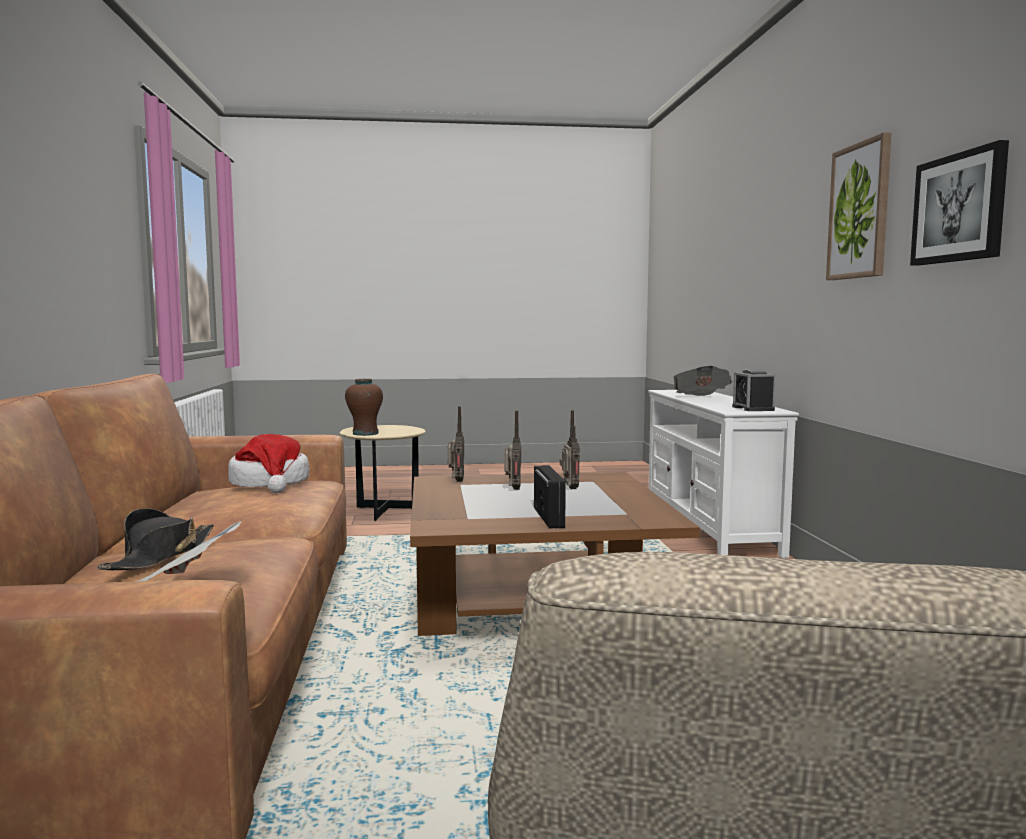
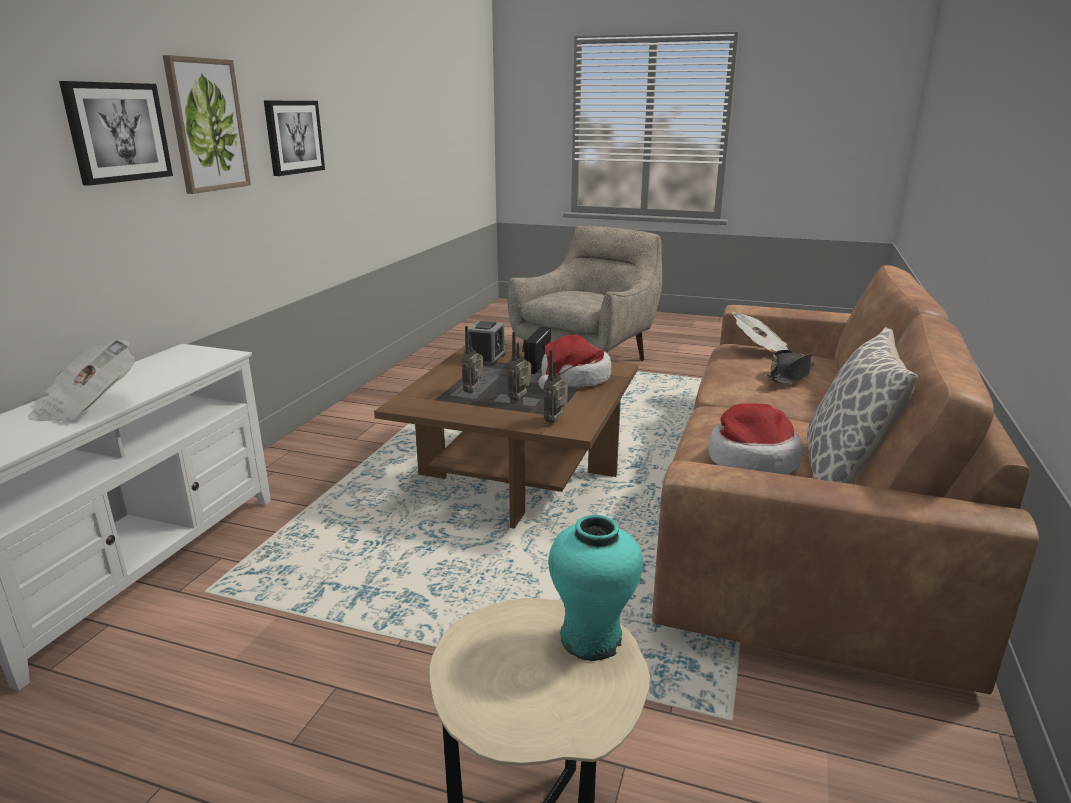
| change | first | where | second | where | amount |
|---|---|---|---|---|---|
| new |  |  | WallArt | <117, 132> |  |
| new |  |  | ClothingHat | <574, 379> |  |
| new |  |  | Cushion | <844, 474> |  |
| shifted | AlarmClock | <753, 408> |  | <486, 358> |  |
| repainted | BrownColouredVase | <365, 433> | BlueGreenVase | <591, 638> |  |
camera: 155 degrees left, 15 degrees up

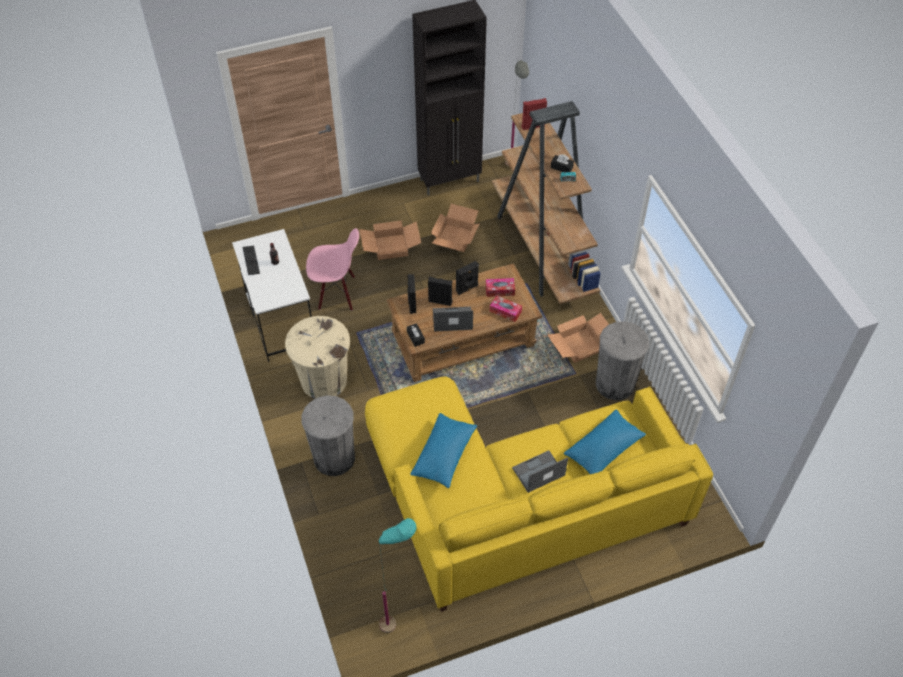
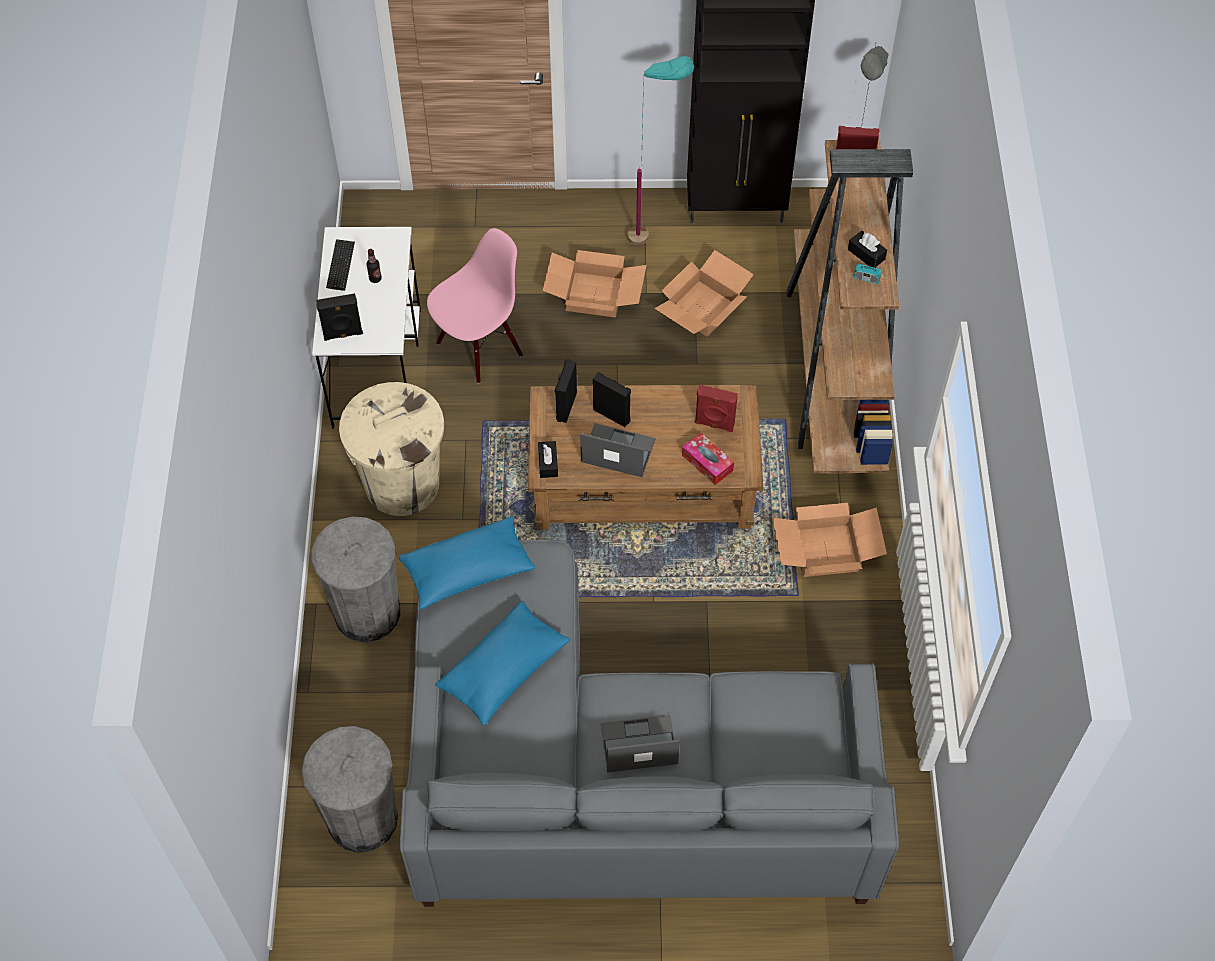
| change | first | where | second | where | amount |
|---|---|---|---|---|---|
| shifted | BlueGreenFloorLamp | <400, 619> |  | <655, 237> |  |
| shifted | BlackishLoudspeaker | <467, 289> |  | <343, 334> |  |
| shifted | BlueColouredCushion | <603, 449> |  | <468, 571> |  |
| shifted | GrayTrashCan | <615, 384> |  | <362, 819> |  |
| swapped | BoxOfTissues | <500, 290> | RedColouredLoudspeaker | <714, 424> |  |
| repainted | YellowSofa | <516, 502> | GraySofa | <612, 775> |  |
| rotated | PinkPlainChair | <337, 293> |  | <479, 348> | 60 degrees counterclockwise |
camera: 20 degrees right, 5 degrees up

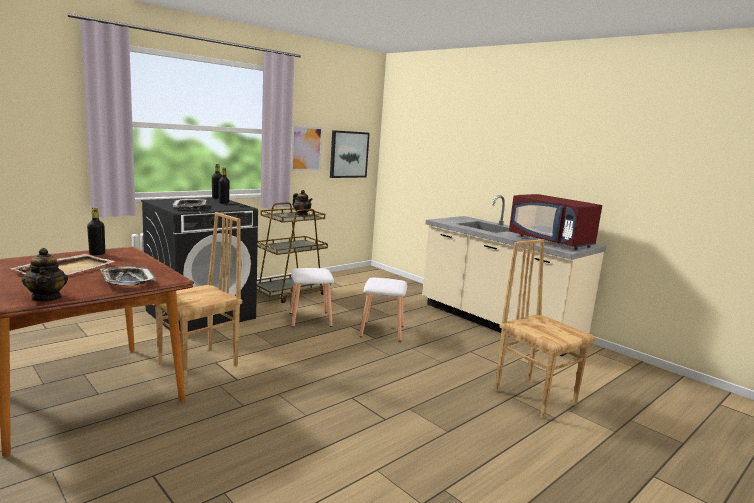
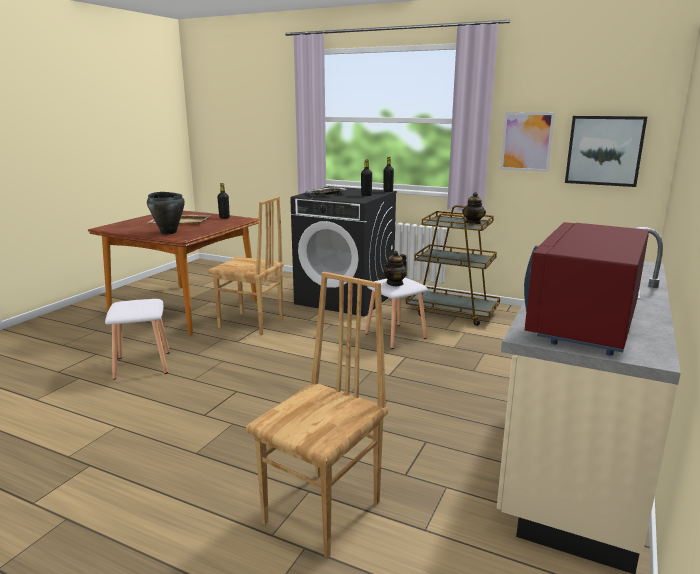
| change | first | where | second | where | amount |
|---|---|---|---|---|---|
| shifted | Teapot | <47, 297> |  | <395, 283> |  |
| shifted | WhiteColouredStool | <383, 331> |  | <143, 365> |  |
| swapped | CarryingTray | <127, 280> | BlackishCookingPot | <169, 232> |  |
camera: 70 degrees right, 5 degrees up

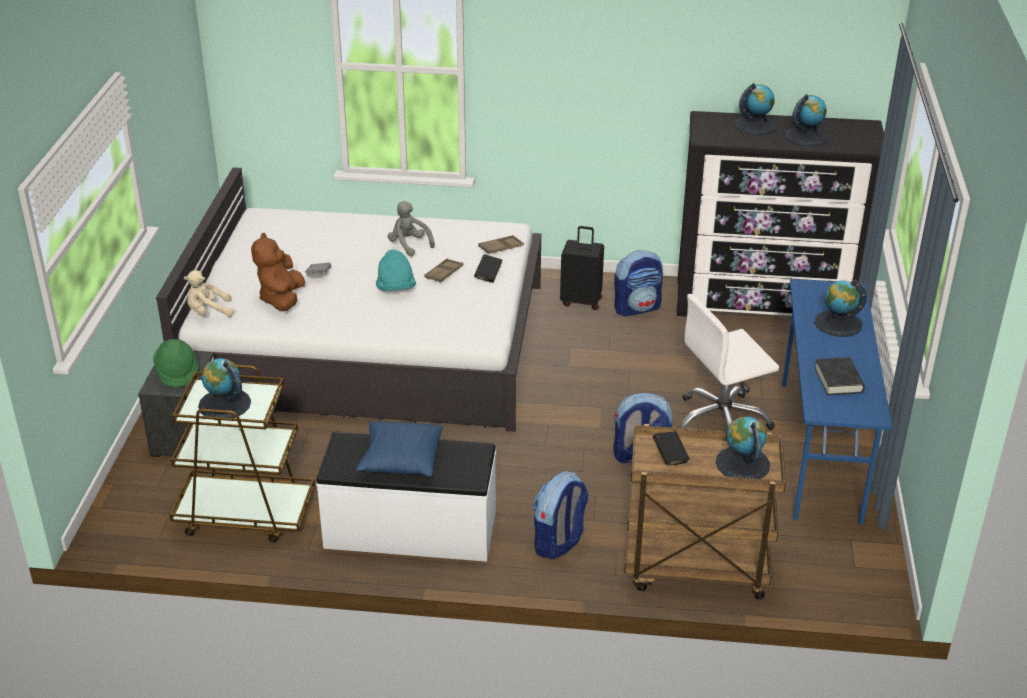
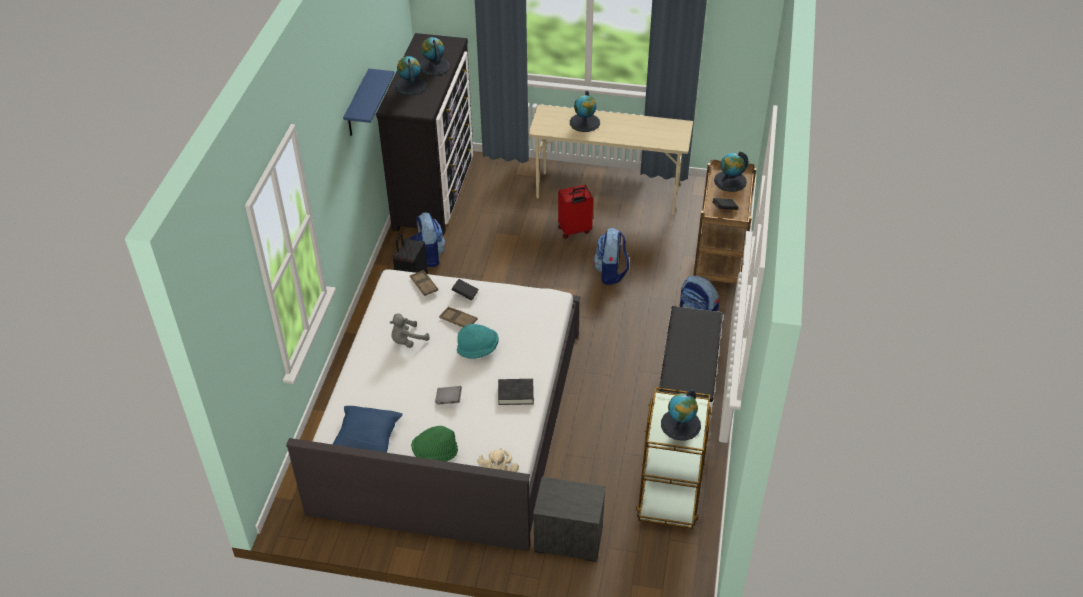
| change | first | where | second | where | amount |
|---|---|---|---|---|---|
| gone | BrownColouredSoftToy | <282, 299> |  |  |  |
| new |  |  | BlueColouredShelf | <357, 105> |  |
| shifted | GreenishClothingHat | <177, 372> |  | <435, 453> |  |
| shifted | BlueColouredCushion | <400, 459> |  | <367, 438> |  |
| shifted | BlackishBook | <838, 380> |  | <516, 394> |  |
| swapped | WhiteColouredOfficeChair | <721, 421> | RedColouredTravelCase | <574, 231> |  |
| repainted | BlueColouredDesk | <820, 451> | SandColouredDesk | <608, 192> |  |
camera: 85 degrees left, 10 degrees up

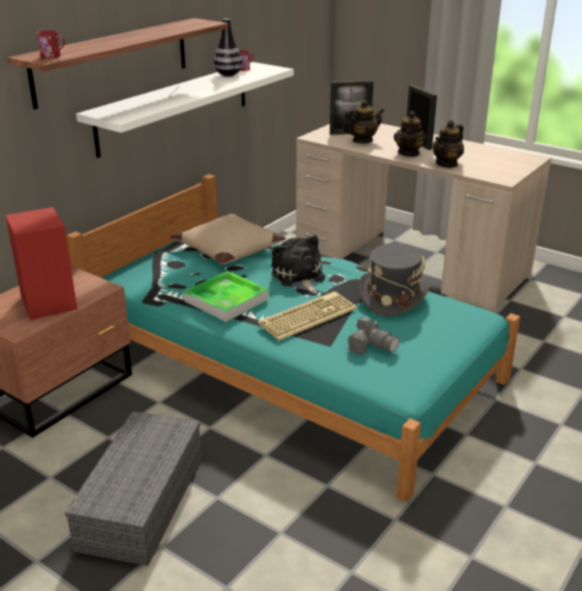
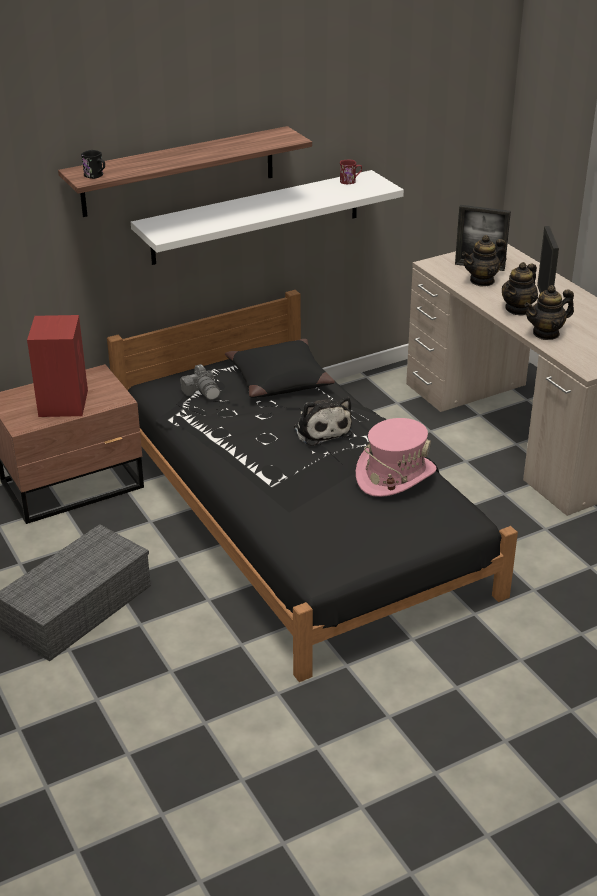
| change | first | where | second | where | amount |
|---|---|---|---|---|---|
| gone | CarryingTray | <226, 300> |  |  |  |
| gone | Vase | <228, 75> |  |  |  |
| gone | PcKeyboard | <307, 316> |  |  |  |
| shifted | PhotoCamera | <372, 346> |  | <202, 391> |  |
| repainted | RedColouredCoffeeMug | <54, 56> | BlackishCoffeeMug | <96, 176> |  |
| repainted | BlueGreenBedroomBed | <289, 363> | BlackishBedroomBed | <297, 516> |  |
| repainted | SandColouredCushion | <228, 249> | BlackishCushion | <278, 379> |  |
| repainted | GrayClothingHat | <393, 296> | PinkClothingHat | <395, 475> |  |
| rotated | SoftToy | <299, 277> |  | <321, 430> | 150 degrees clockwise |
| rotated | Teapot | <362, 141> |  | <482, 281> | 150 degrees clockwise |
camera: 25 degrees right, 5 degrees up

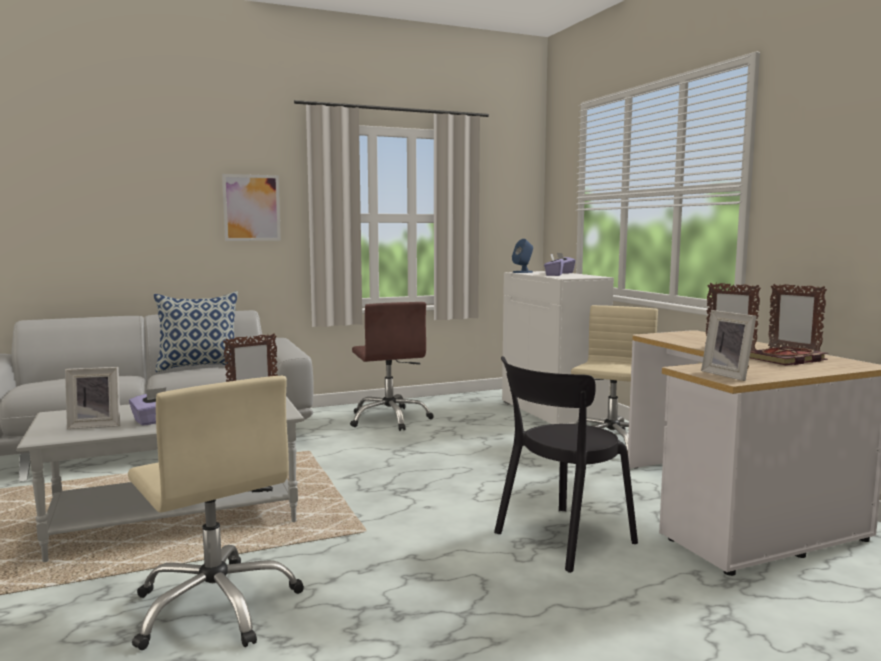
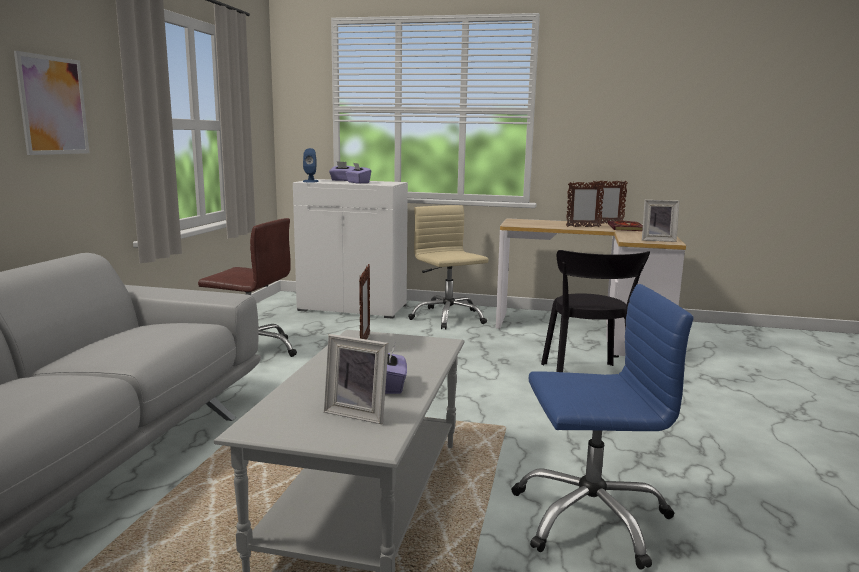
| change | first | where | second | where | amount |
|---|---|---|---|---|---|
| gone | Cushion | <199, 367> |  |  |  |
| repainted | SandColouredOfficeChair | <216, 606> | BlueColouredOfficeChair | <590, 517> |  |
| rotated | PictureFrame | <96, 425> |  | <358, 413> | 90 degrees clockwise |
camera: 55 degrees left, 5 degrees up

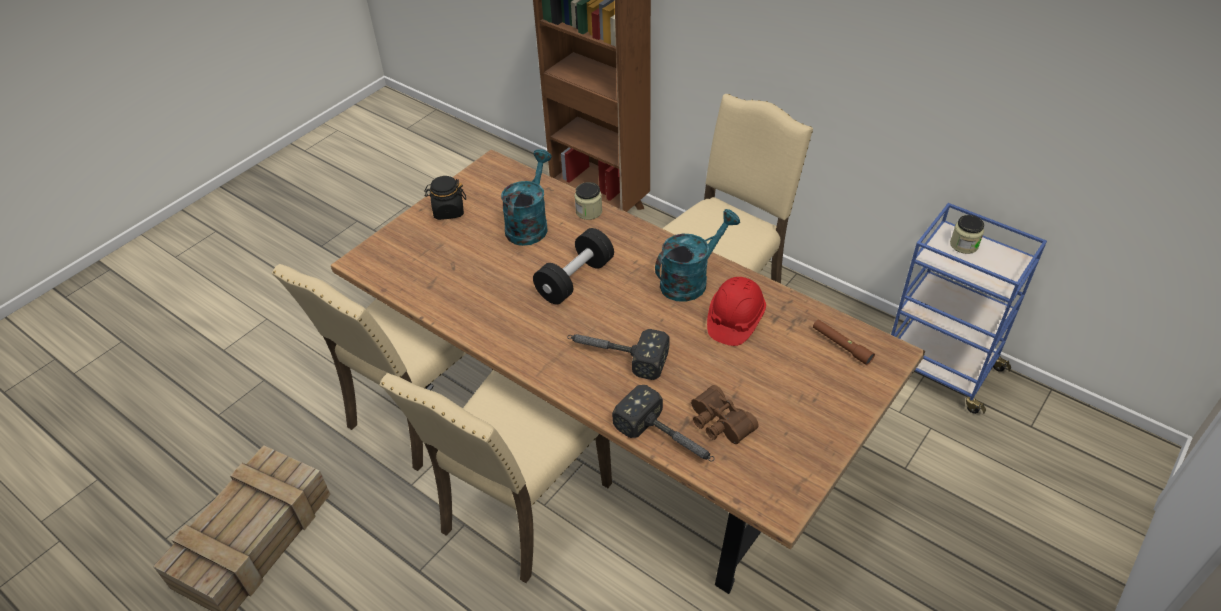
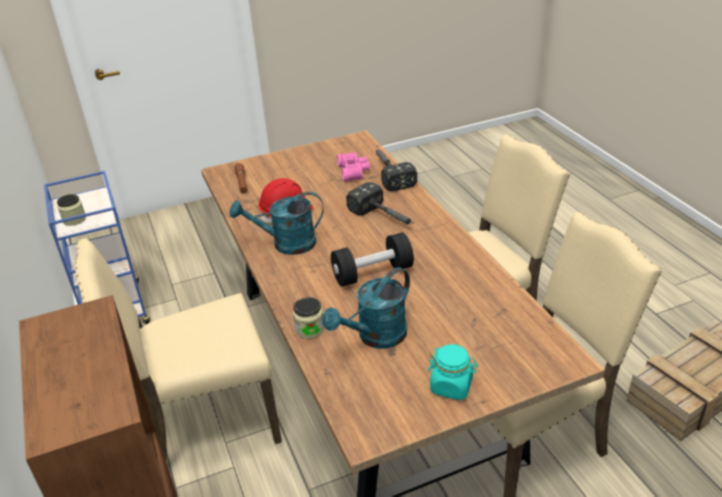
| change | first | where | second | where | amount |
|---|---|---|---|---|---|
| repainted | BlackishJar | <448, 211> | BlueGreenJar | <451, 386> |  |
| repainted | BrownColouredFieldGlasses | <718, 424> | PinkFieldGlasses | <354, 171> |  |
camera: 150 degrees left, 10 degrees down

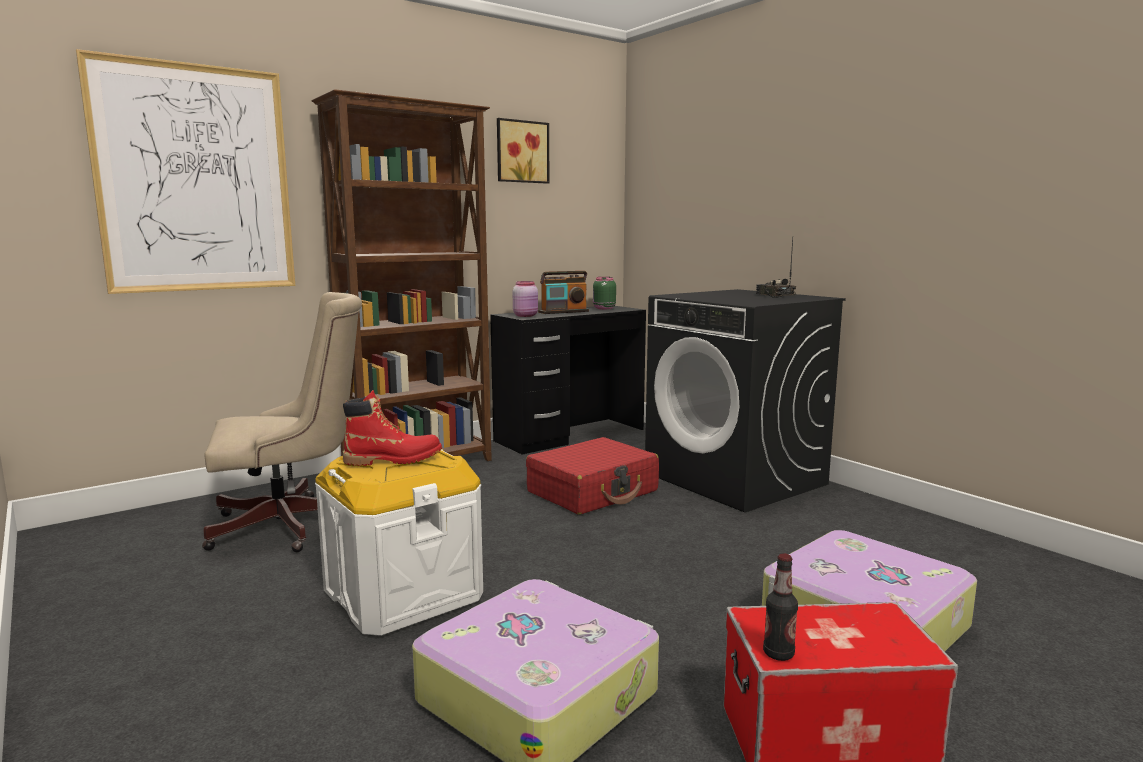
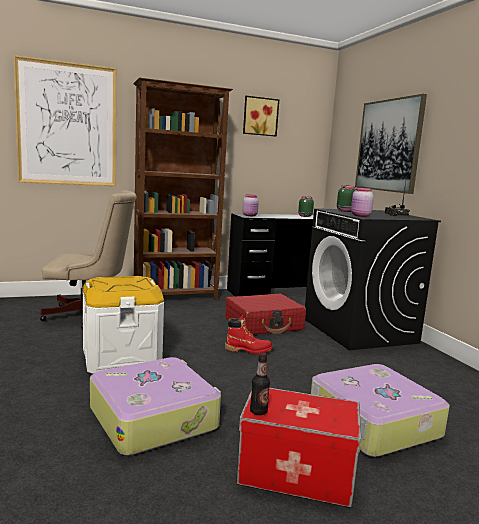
| change | first | where | second | where | amount |
|---|---|---|---|---|---|
| gone | Radio | <563, 312> |  |  |  |
| new |  |  | GreenishJar | <346, 211> |  |
| new |  |  | PinkJar | <360, 216> |  |
| new |  |  | WallArt | <389, 145> |  |
| shifted | RedColouredHighTopBoot | <393, 459> |  | <248, 350> |  |
camera: 15 degrees right, 0 degrees up

